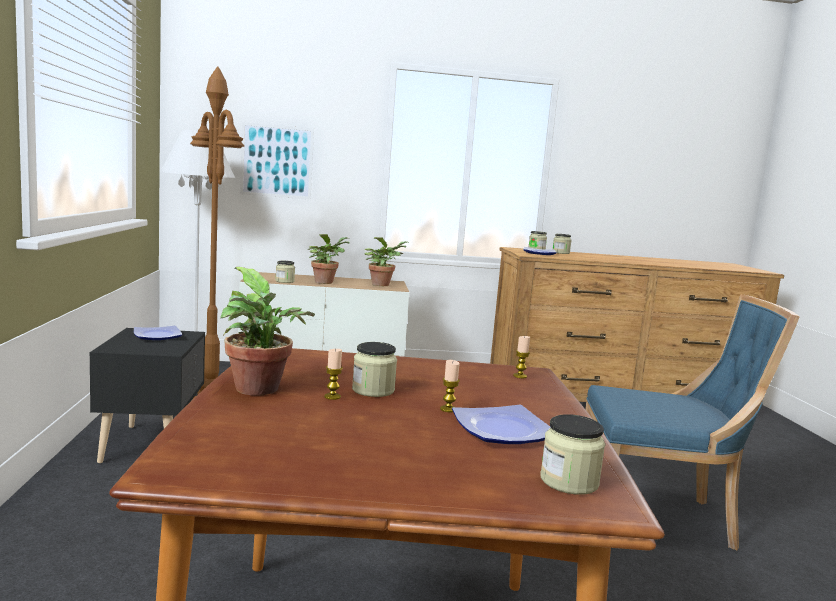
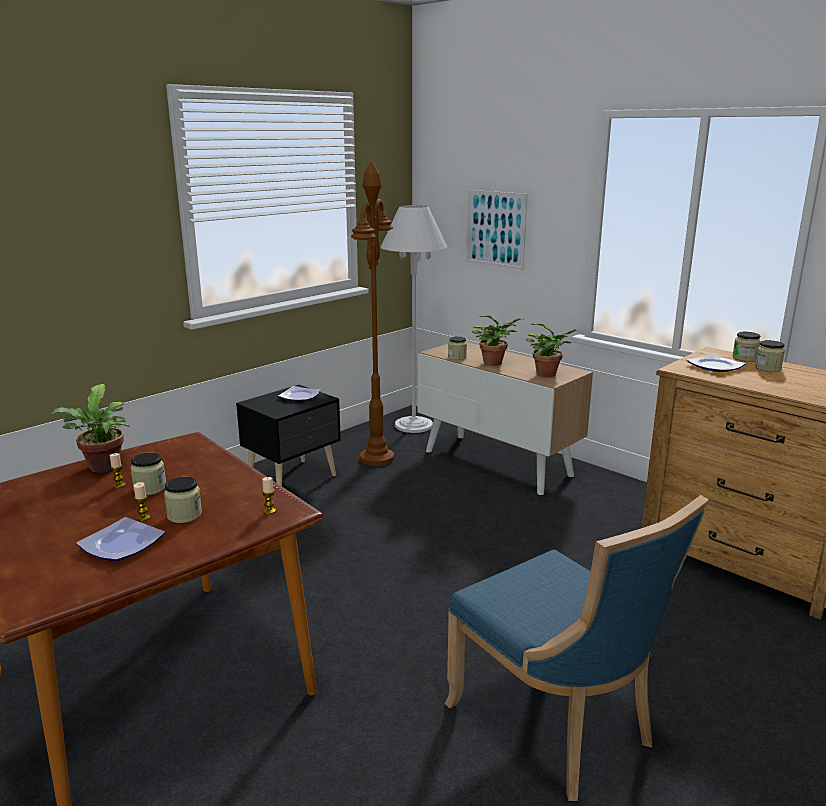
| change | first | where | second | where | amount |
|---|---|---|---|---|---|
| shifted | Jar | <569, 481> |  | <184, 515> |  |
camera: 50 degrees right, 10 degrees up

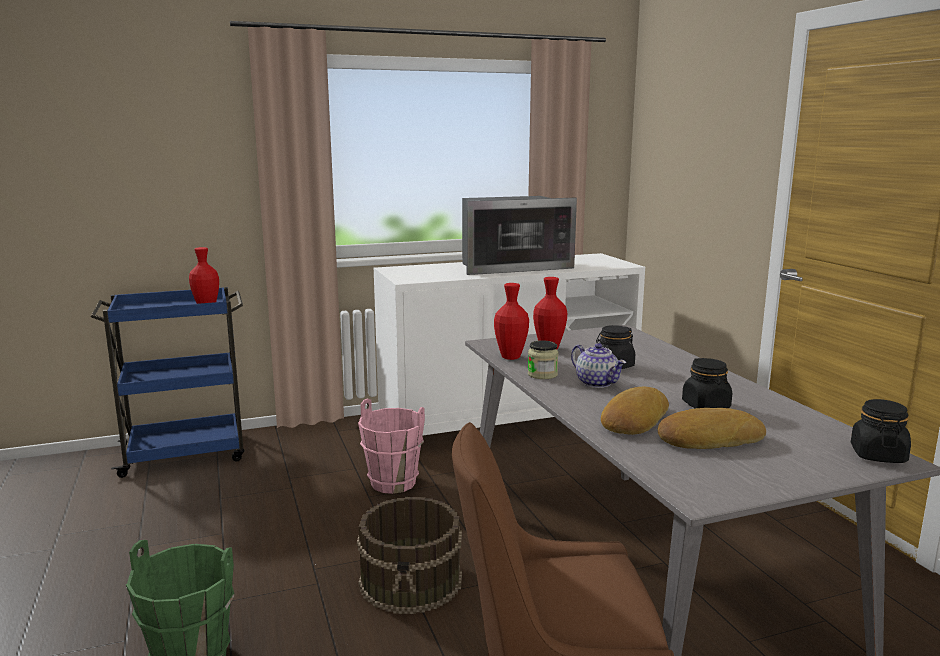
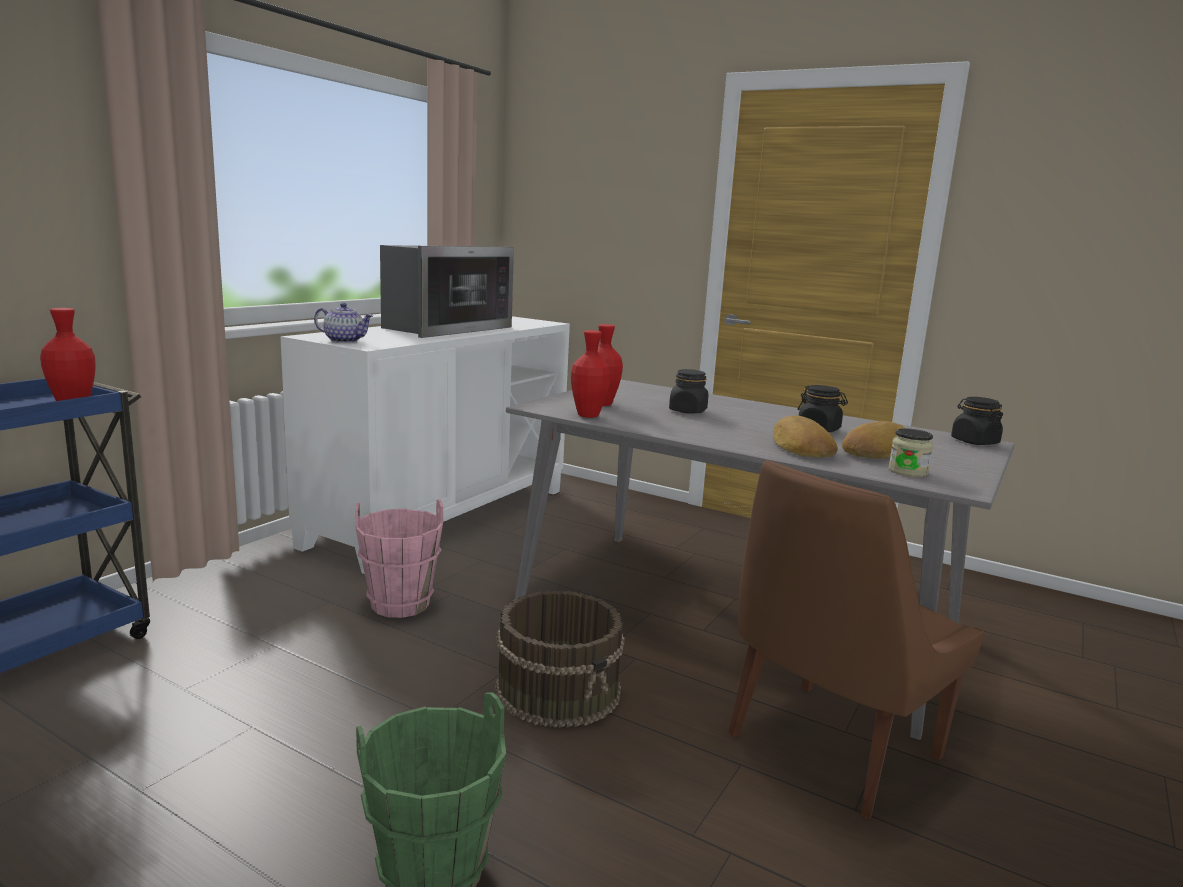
| change | first | where | second | where | amount |
|---|---|---|---|---|---|
| shifted | Jar | <542, 374> |  | <908, 471> |  |
| shifted | Teapot | <597, 383> |  | <345, 341> |  |
camera: 40 degrees left, 0 degrees up

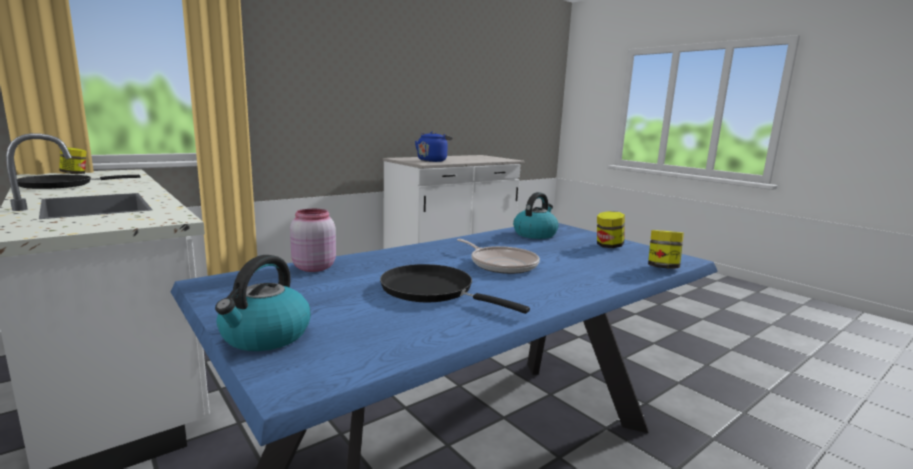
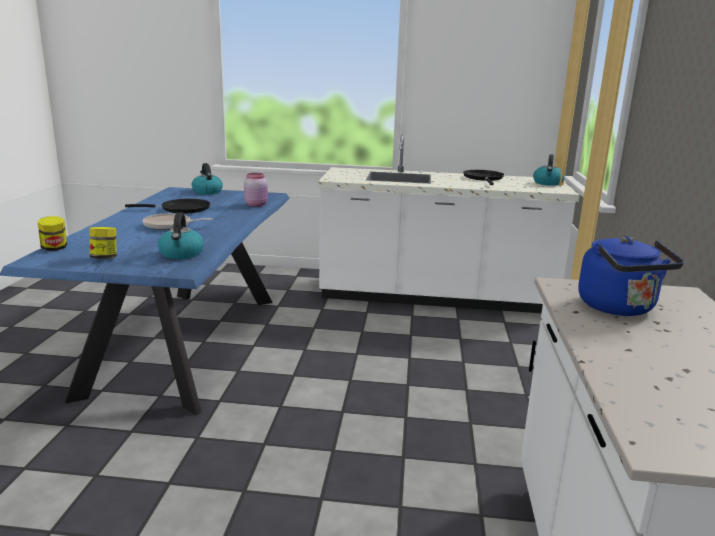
| change | first | where | second | where | amount |
|---|---|---|---|---|---|
| swapped | Jar | <75, 174> | Kettle | <548, 183> |  |
camera: 135 degrees right, 5 degrees up

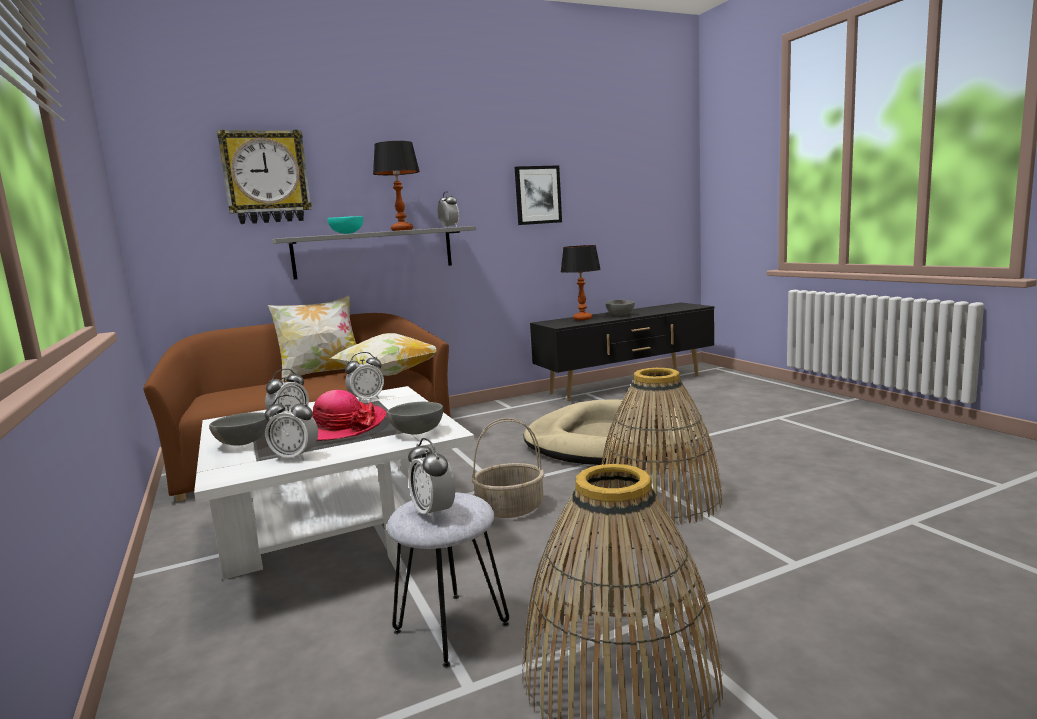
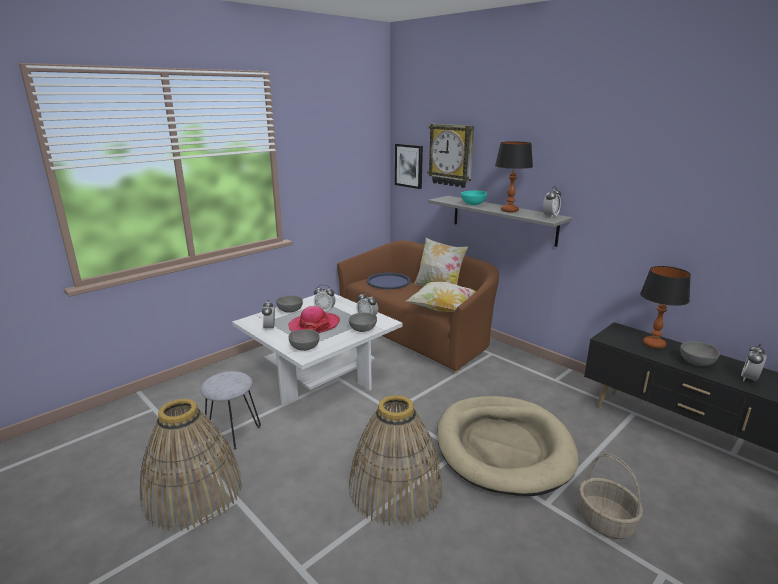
| change | first | where | second | where | amount |
|---|---|---|---|---|---|
| new |  |  | GrayBowl | <363, 330> |  |
| new |  |  | BlueColouredCarryingTray | <388, 281> |  |
| shifted | AlarmClock | <434, 513> |  | <749, 379> |  |
| shifted | HouseholdBasket | <511, 508> |  | <606, 521> |  |
| shifted | WallArt | <537, 195> |  | <409, 166> |  |
camera: 70 degrees right, 10 degrees up

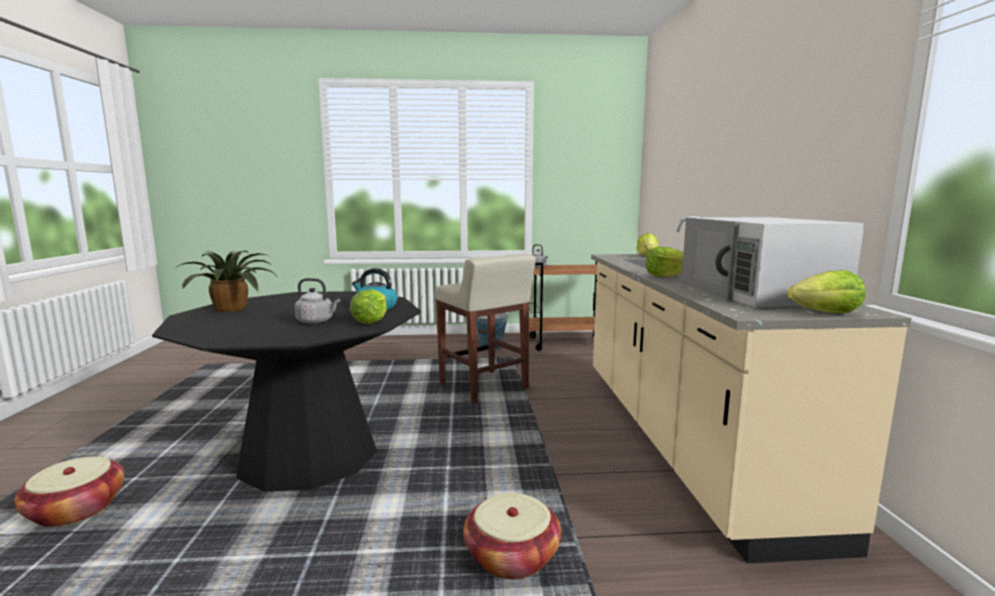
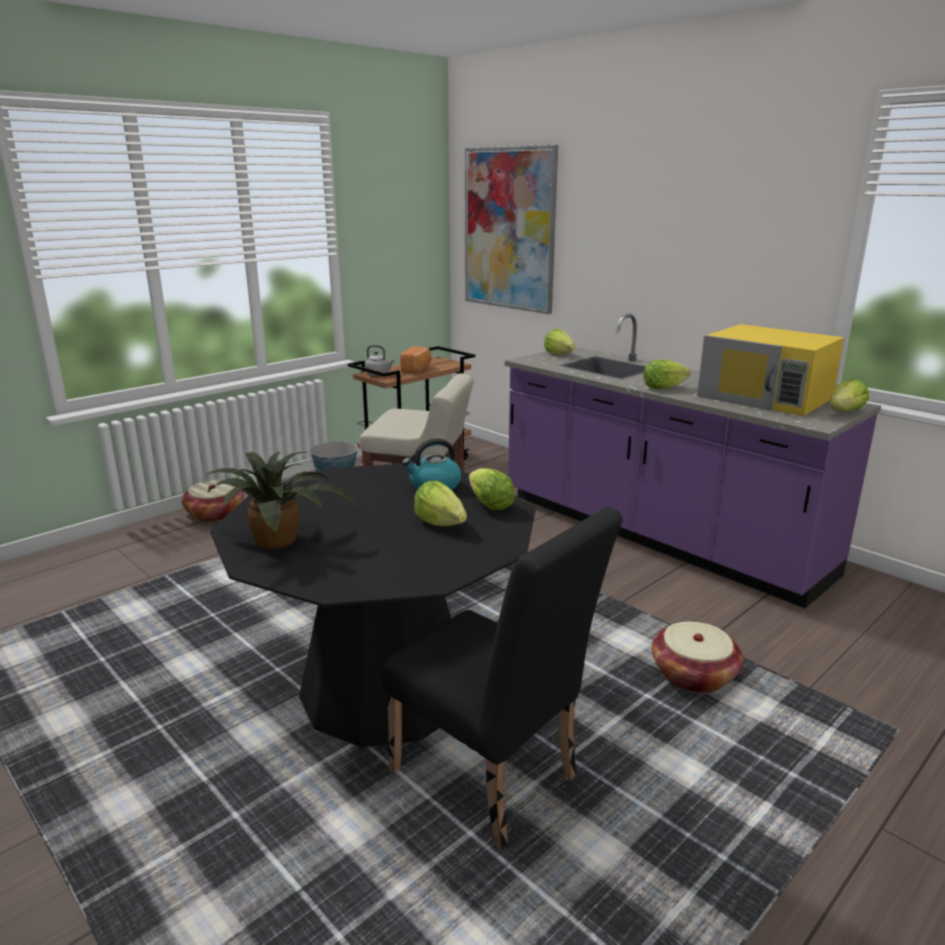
| change | first | where | second | where | amount |
|---|---|---|---|---|---|
| new |  |  | BlackishPlainChair | <492, 782> |  |
| new |  |  | BakeryBread | <417, 369> |  |
| new |  |  | WallArt | <509, 229> |  |
| shifted | HouseholdBasket | <76, 510> |  | <215, 514> |  |
| swapped | GrayKettle | <317, 321> | HeadOfLettuce | <440, 523> |  |
| repainted | SandColouredCounter | <682, 440> | PurpleColouredCounter | <656, 535> |  |
| repainted | WhiteColouredMicrowave | <759, 293> | YellowMicrowave | <766, 397> |  |
camera: 40 degrees left, 10 degrees up

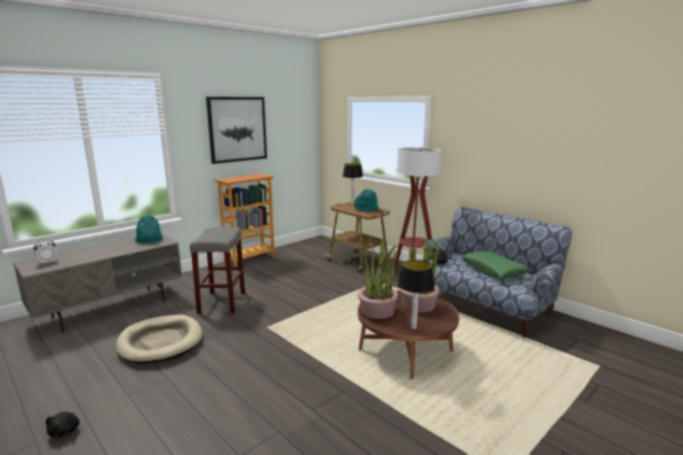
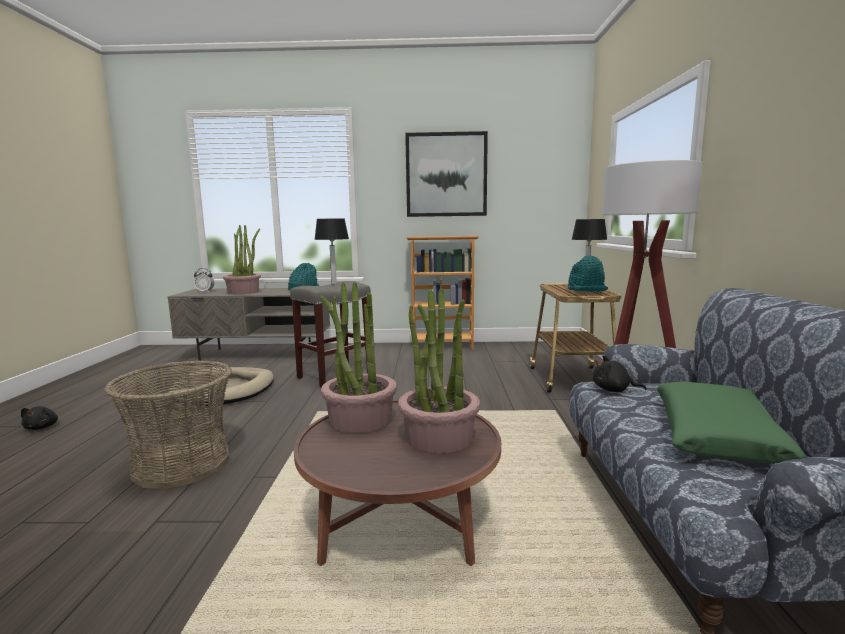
| change | first | where | second | where | amount |
|---|---|---|---|---|---|
| new |  |  | HouseholdBasket | <182, 464> |  |
| new |  |  | PottedPlant | <243, 292> |  |
| shifted | LampForATable | <414, 328> |  | <334, 283> |  |
| rotated | BlackishSoftToy | <65, 431> |  | <42, 427> | 45 degrees counterclockwise |
camera: 45 degrees right, 5 degrees down

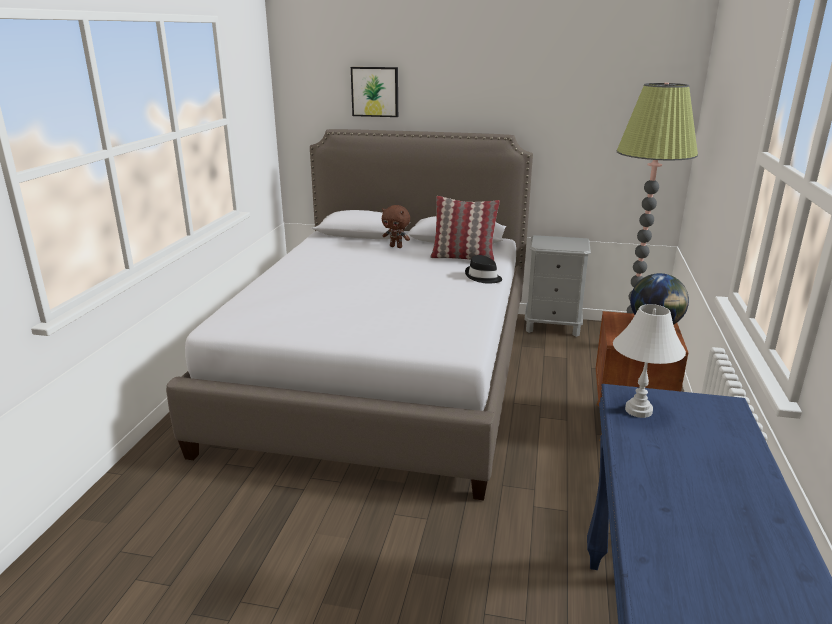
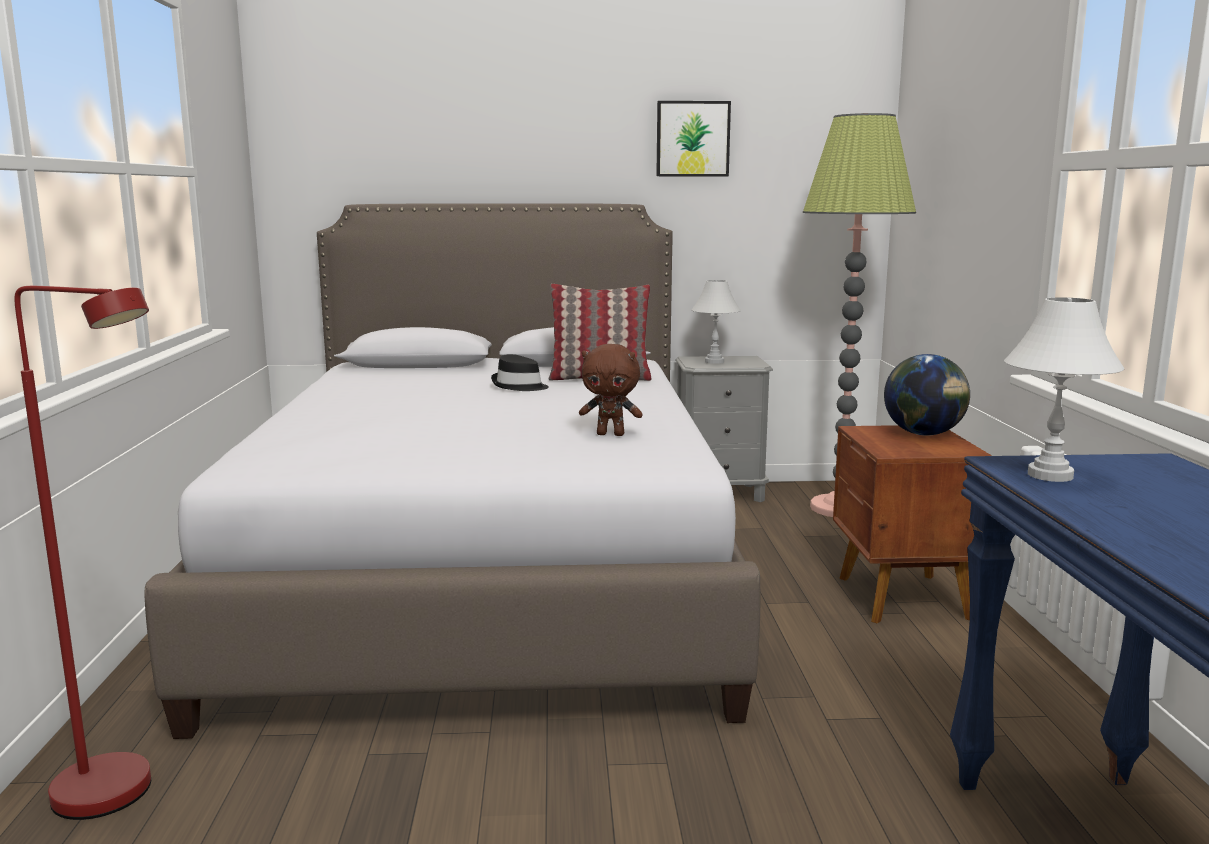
| change | first | where | second | where | amount |
|---|---|---|---|---|---|
| new |  |  | RedColouredFloorLamp | <121, 798> |  |
| new |  |  | WhiteColouredLampForATable | <714, 362> |  |
| shifted | WallArt | <375, 91> |  | <692, 139> |  |
| shifted | BrownColouredSoftToy | <396, 247> |  | <611, 434> |  |
| shifted | BlackishClothingHat | <483, 277> |  | <519, 386> |  |
camera: 15 degrees left, 10 degrees down

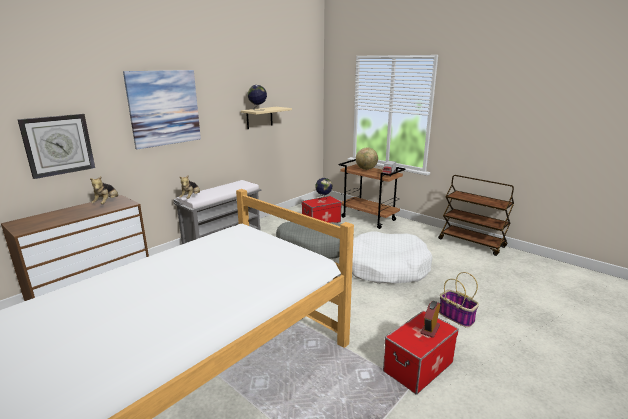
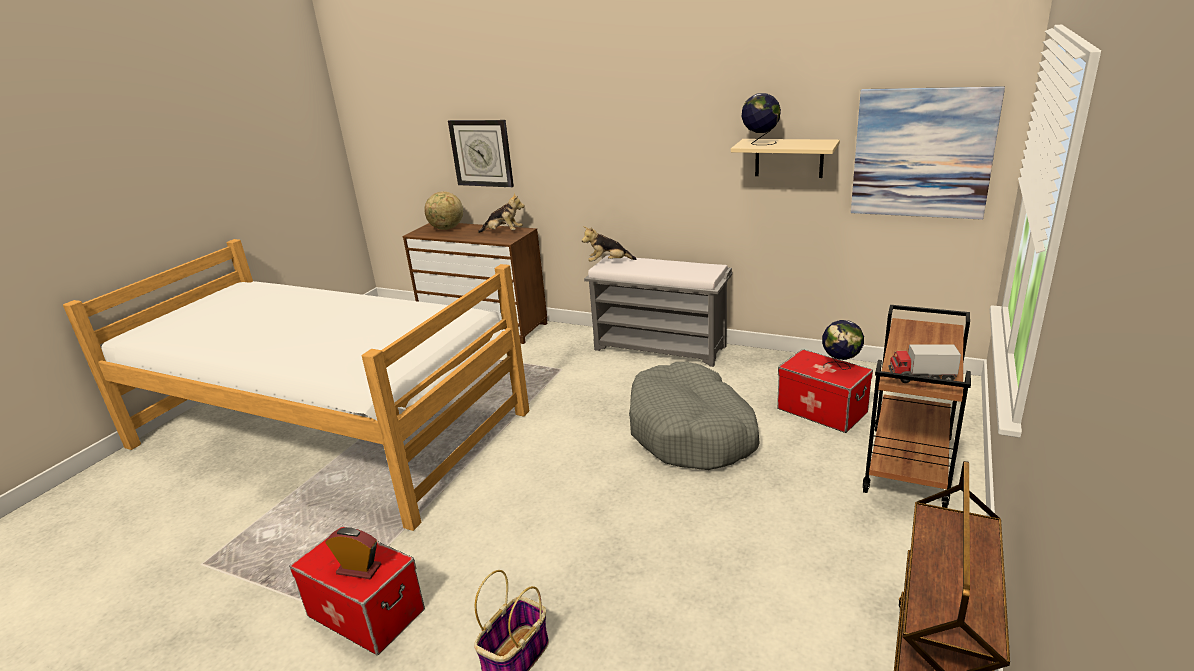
| change | first | where | second | where | amount |
|---|---|---|---|---|---|
| gone | WhiteColouredDogCushion | <385, 268> |  |  |  |
| shifted | WallArt | <164, 108> |  | <922, 153> |  |
| shifted | Globe | <366, 169> |  | <447, 229> |  |
| rotated | SoftToy | <107, 203> |  | <503, 232> | 150 degrees counterclockwise |
camera: 75 degrees right, 5 degrees up

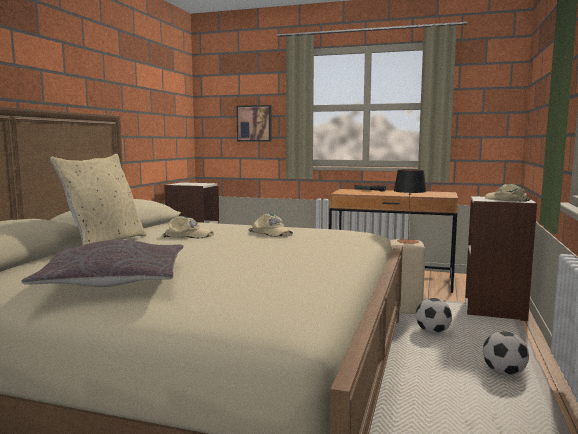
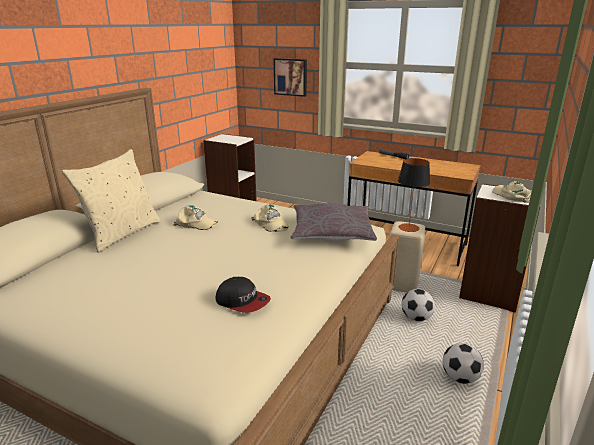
| change | first | where | second | where | amount |
|---|---|---|---|---|---|
| new |  |  | BaseballCap | <243, 301> |  |
| shifted | GrayCushion | <114, 281> |  | <331, 232> |  |
camera: 10 degrees right, 15 degrees up

